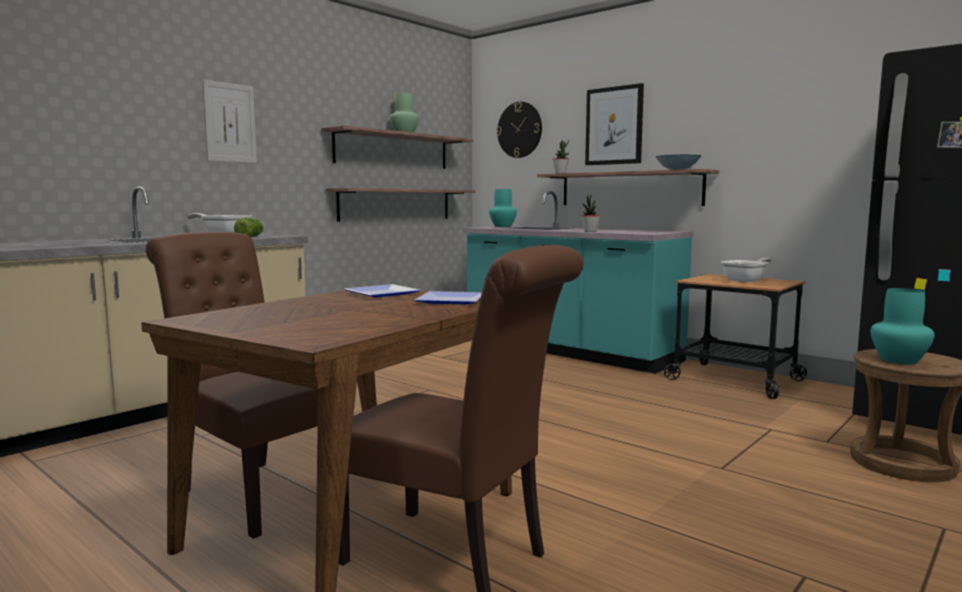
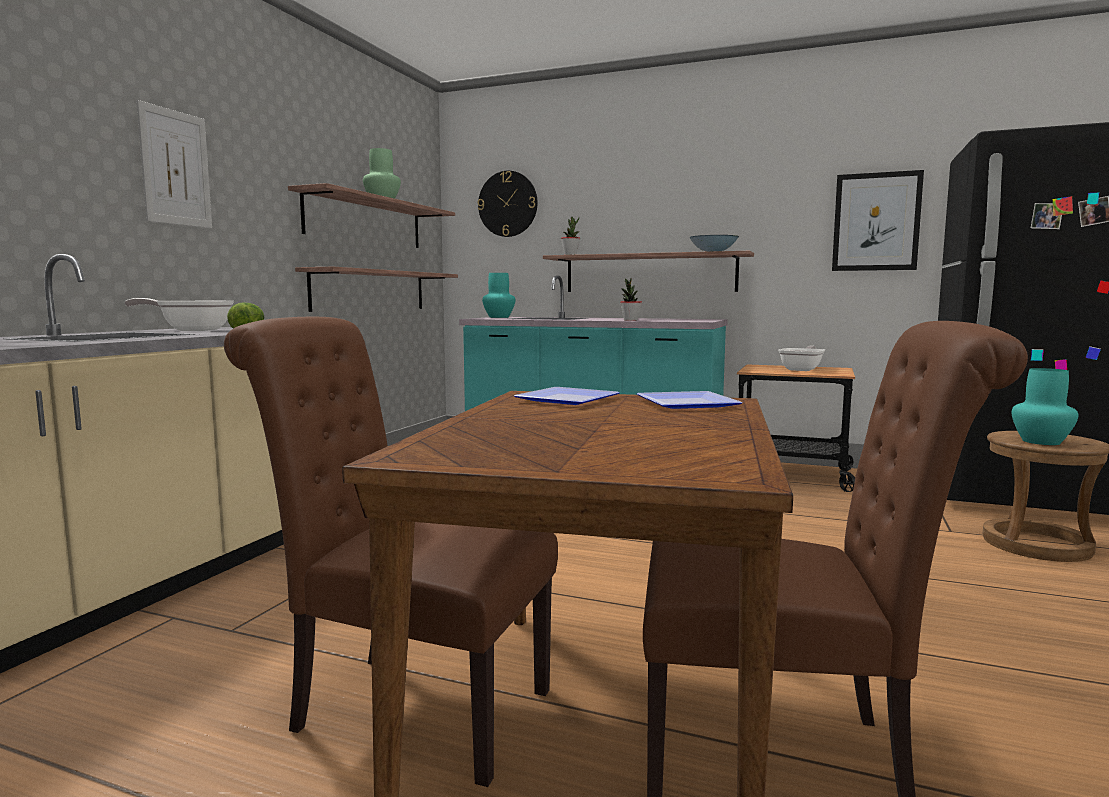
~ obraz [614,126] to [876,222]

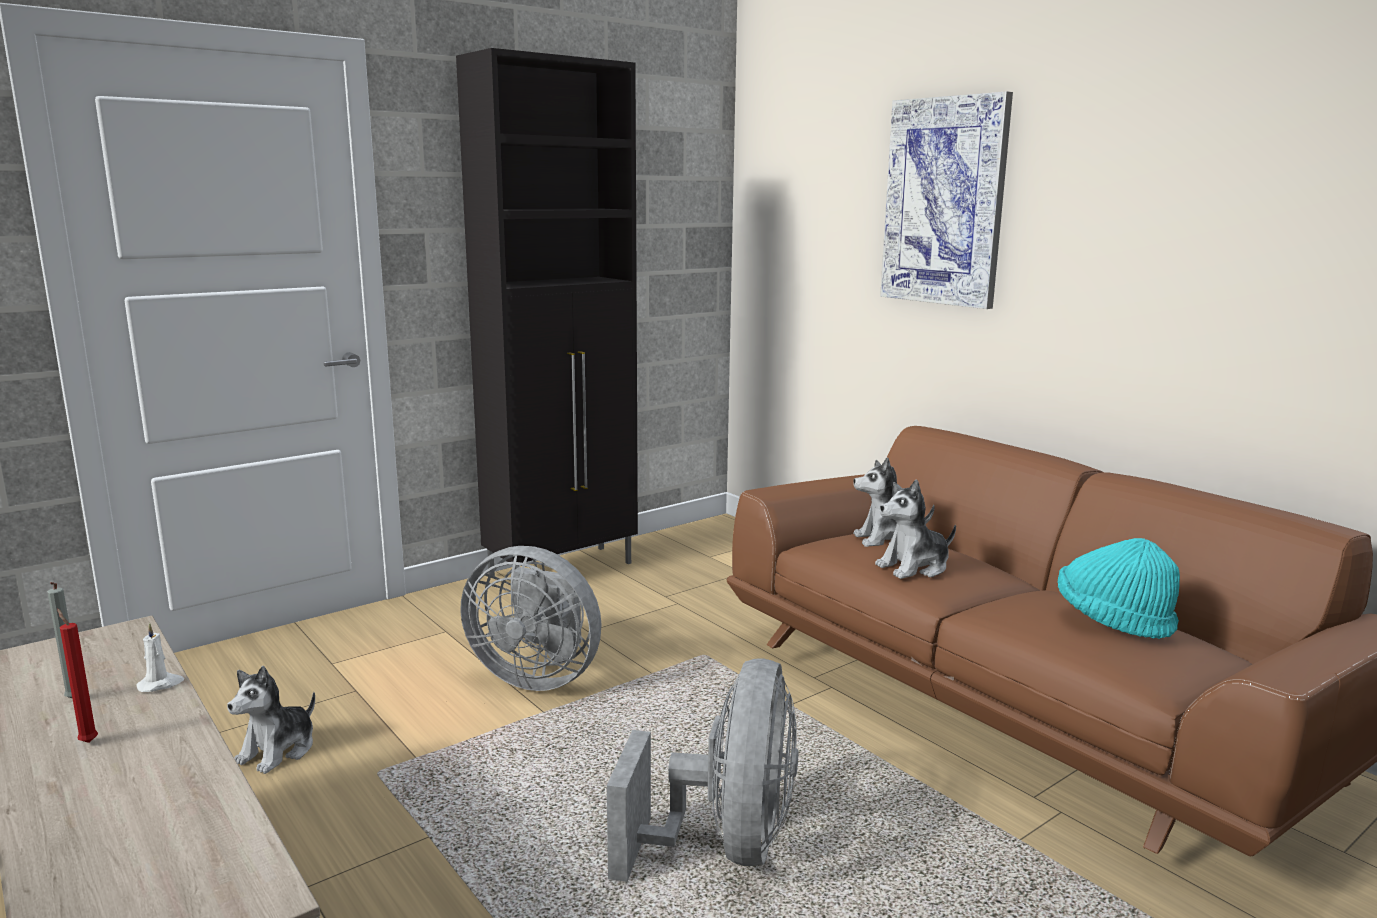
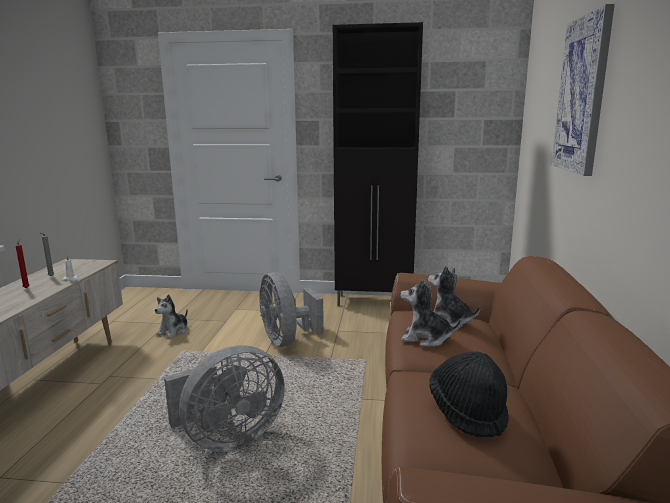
~ kapelusz/turkusowy [1112,621] to kapelusz/czarny [468,412]
~ pluszak [278,751] = [174,331] 45 degrees counterclockwise

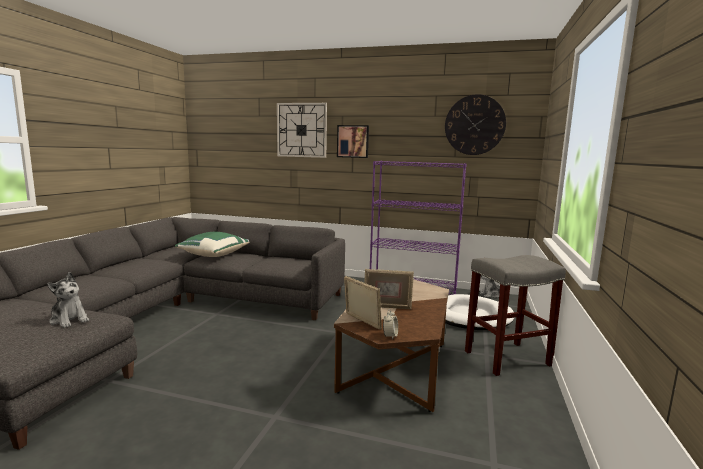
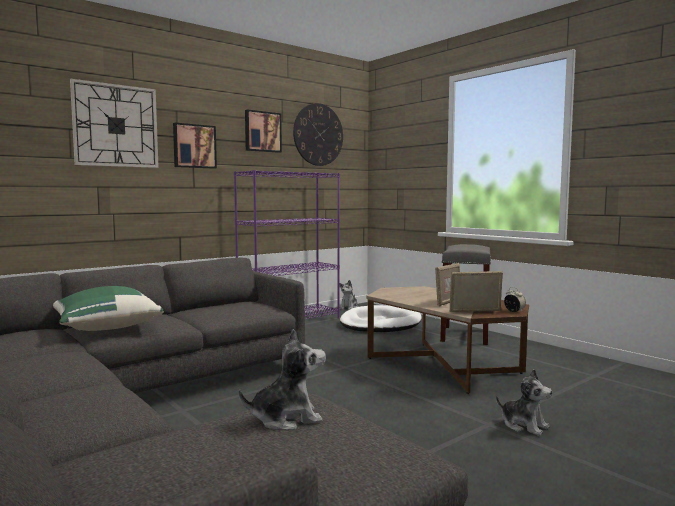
+ obraz [262,131]
+ pluszak [524,425]

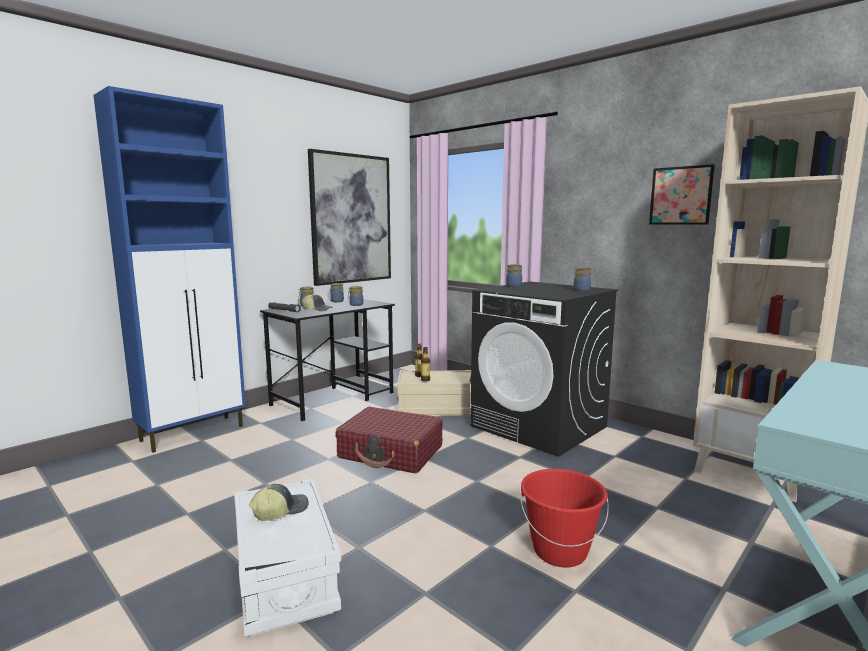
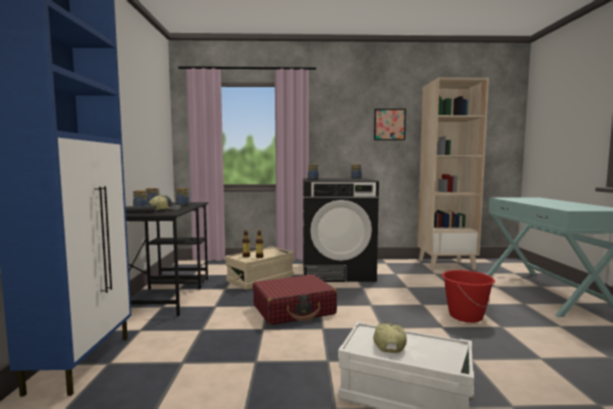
- obraz [351,219]

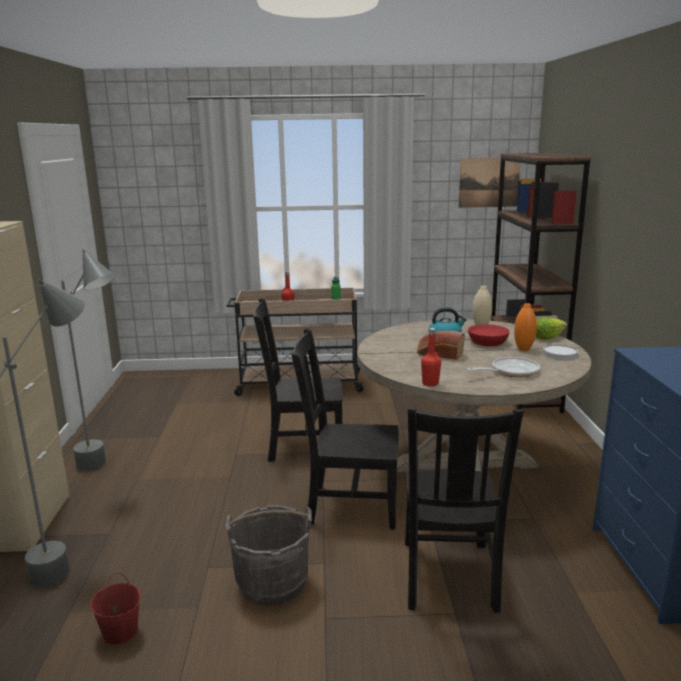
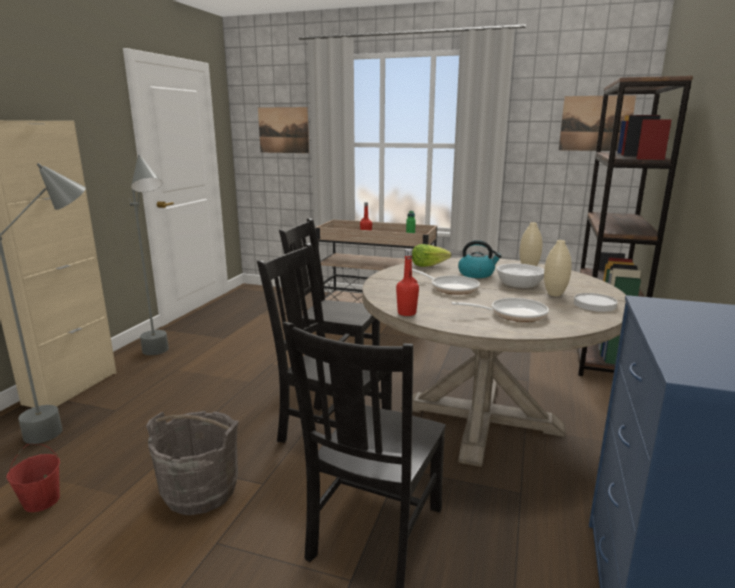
+ obraz [283,130]
~ sałata [547,337] to [428,265]
~ chleb [439,354] to patelnia [451,288]
~ miska/czerwony [487,342] to miska/biały [519,283]
~ wazon/pomarańczowy [523,349] to wazon/beżowy [554,294]

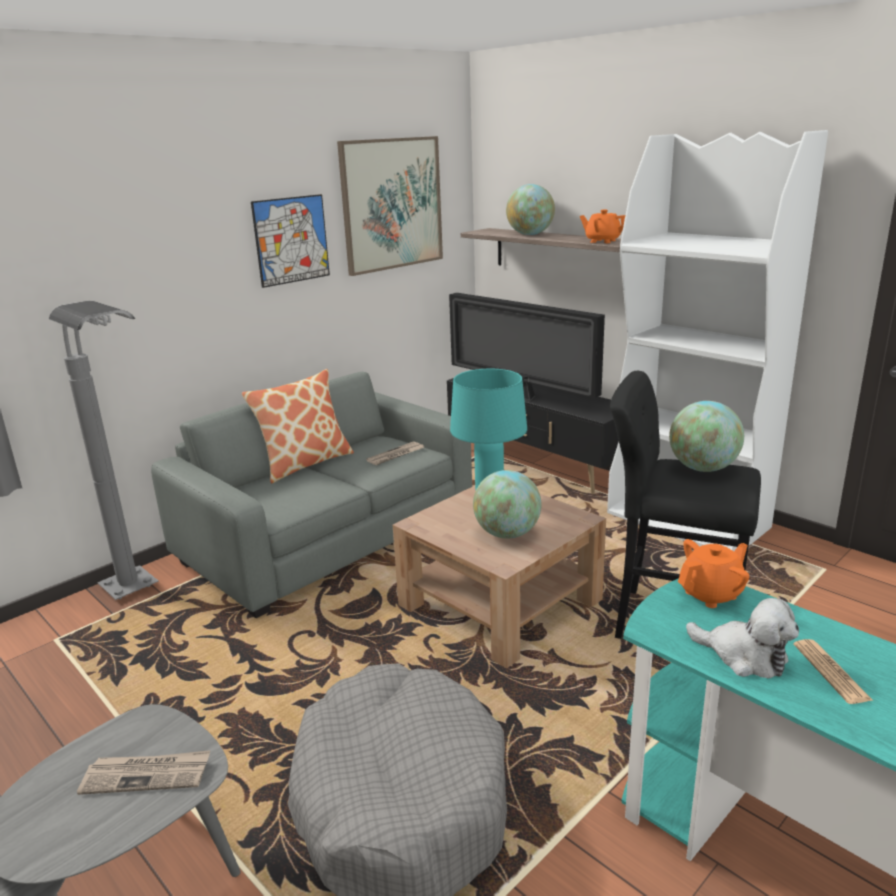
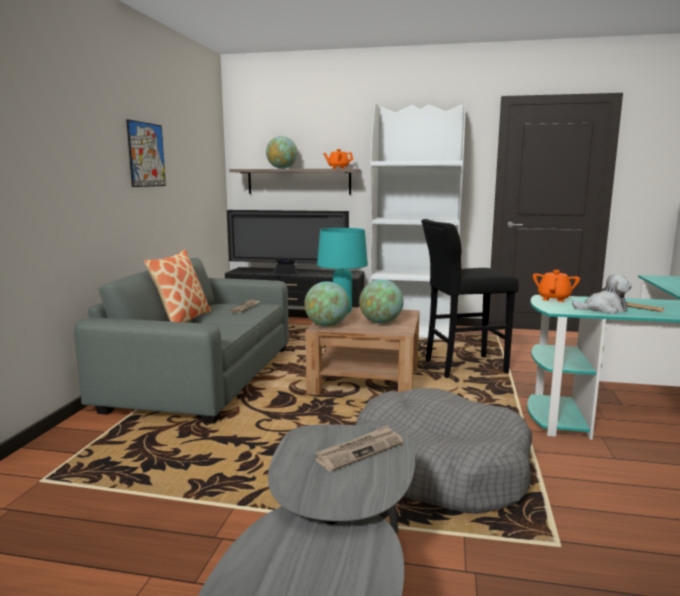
- lampa stojąca/szary [144,598]
- obraz [392,204]
~ globus [703,468] to [327,325]

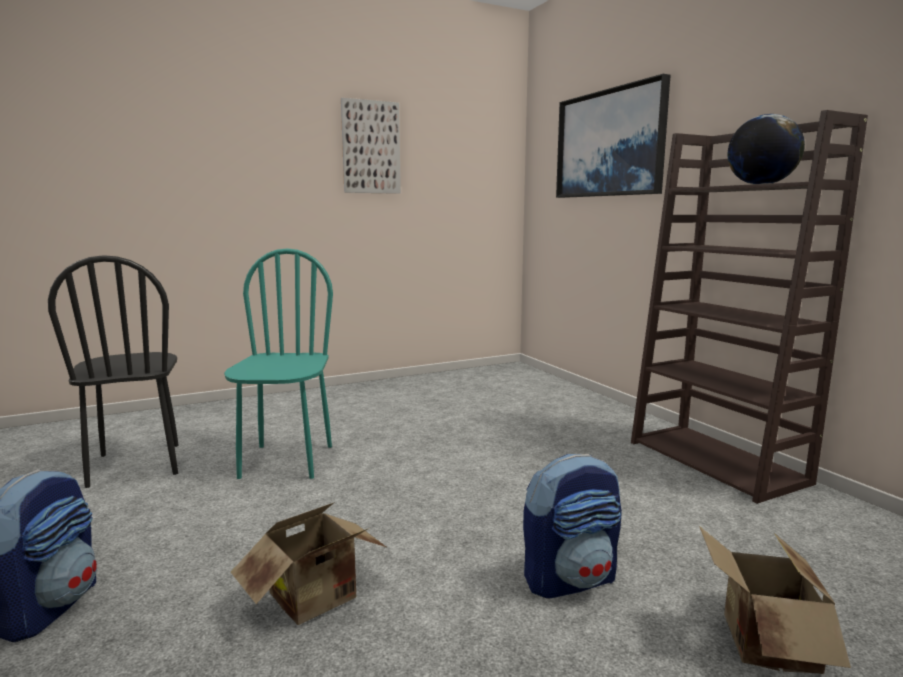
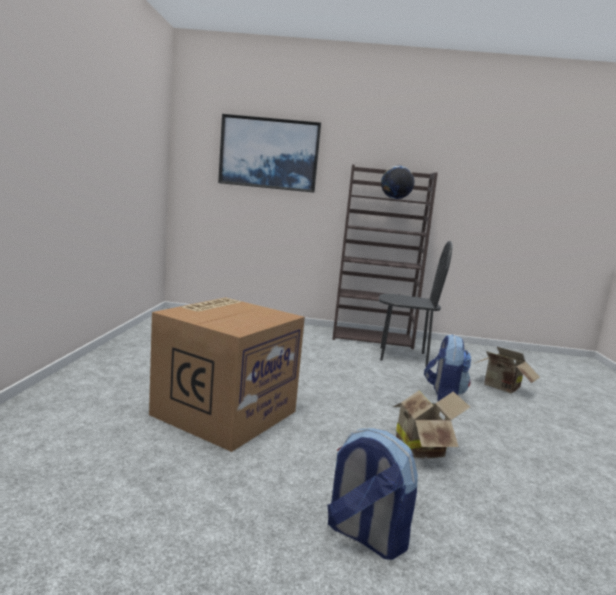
- obraz [371,147]
~ krzesło/czarny [136,464] to [403,357]
~ krzesło/turkusowy [286,461] to karton [224,412]

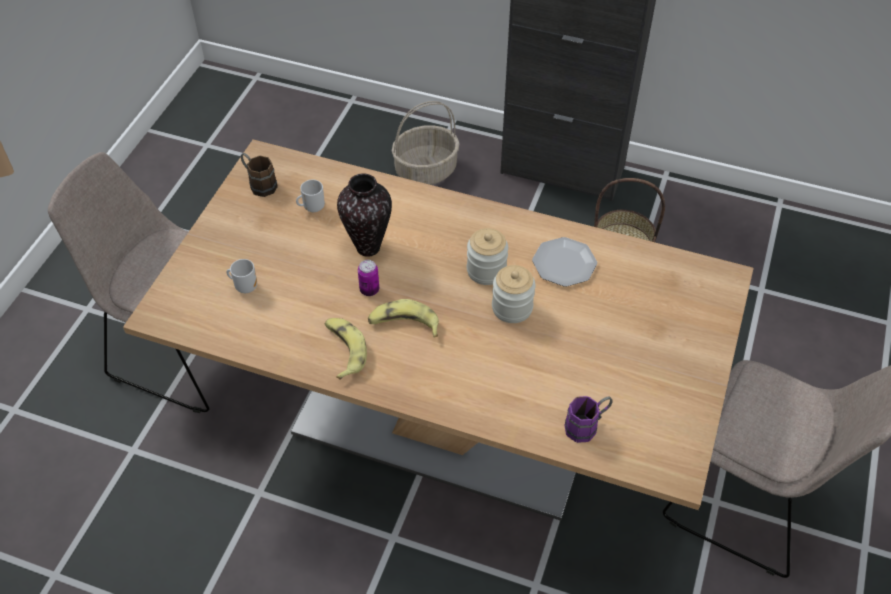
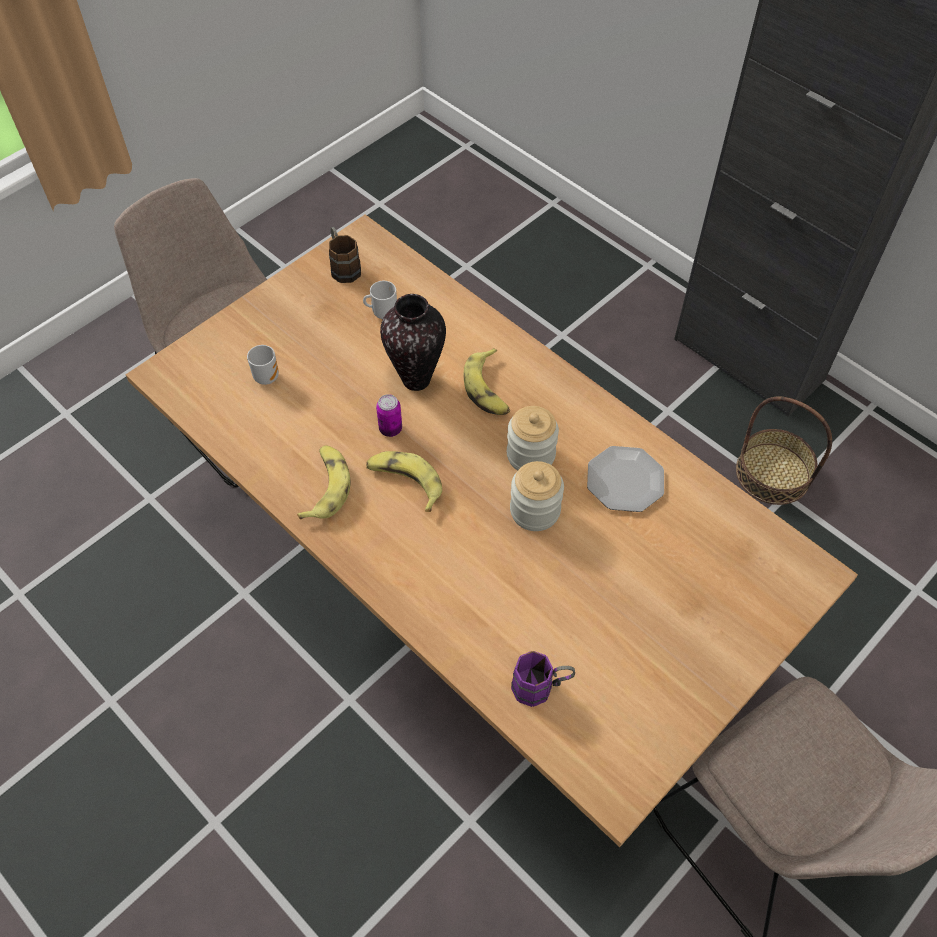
- koszyk [426,170]
+ banan [488,389]

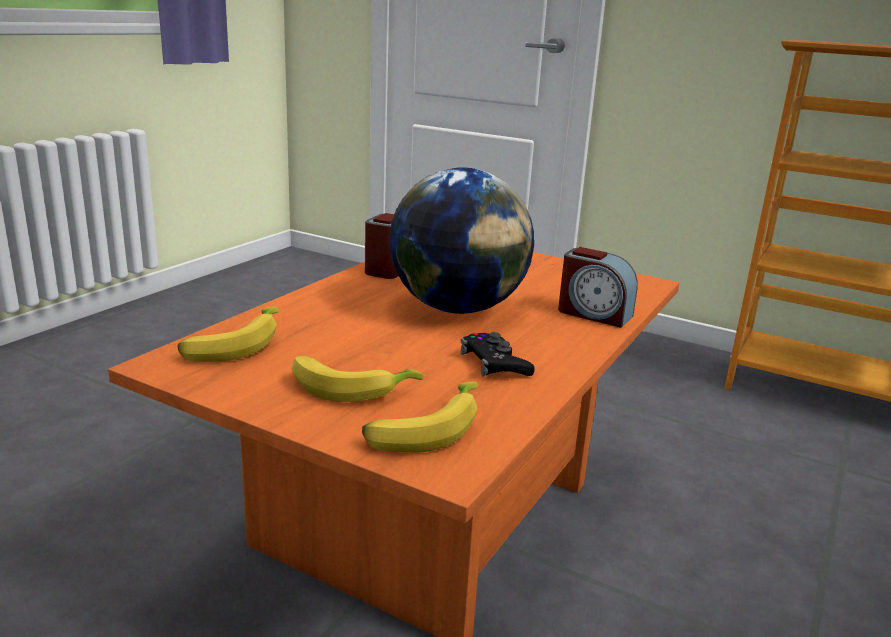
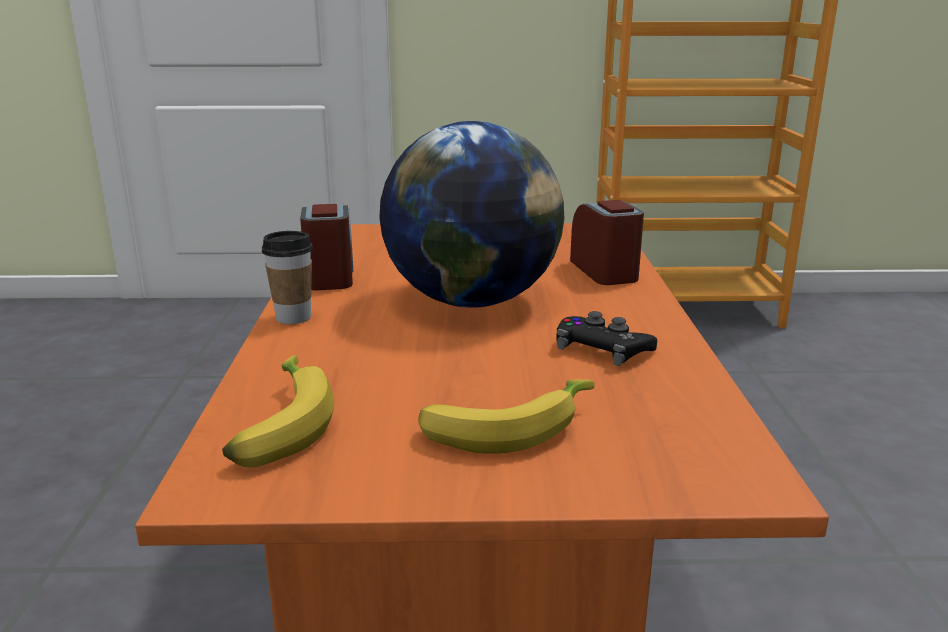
- banan [424,429]
+ filiżanka [293,317]
~ budzik [594,314] = [605,271] 105 degrees counterclockwise

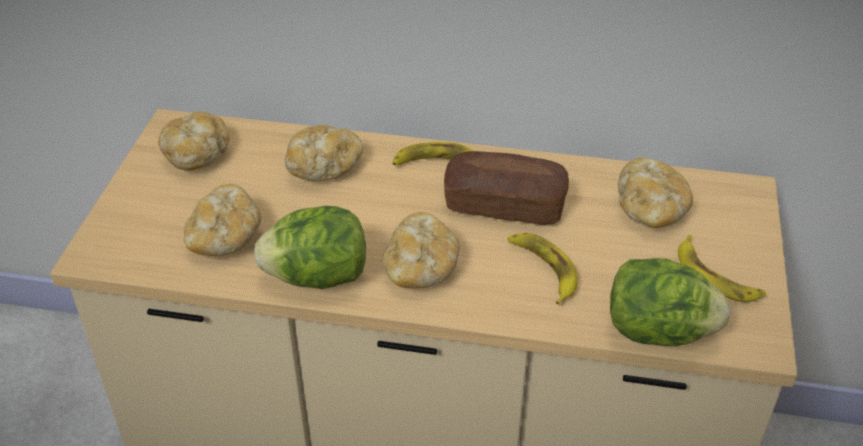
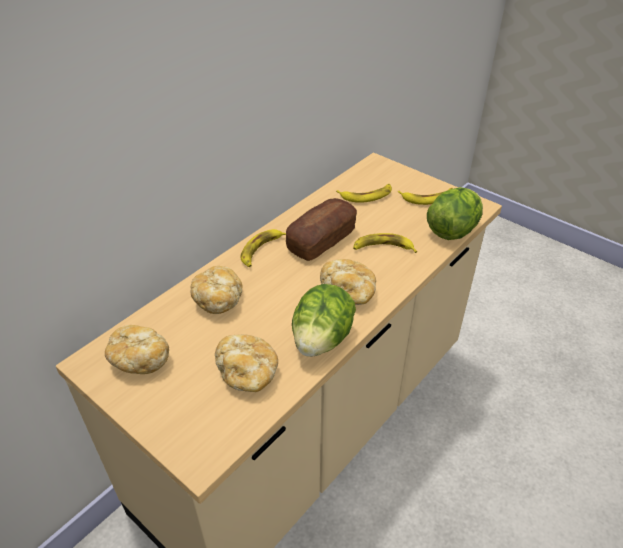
~ chleb [650,210] to banan [366,195]

